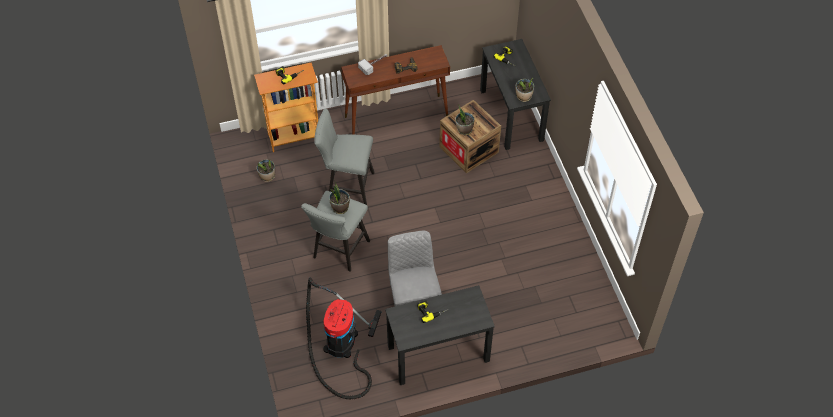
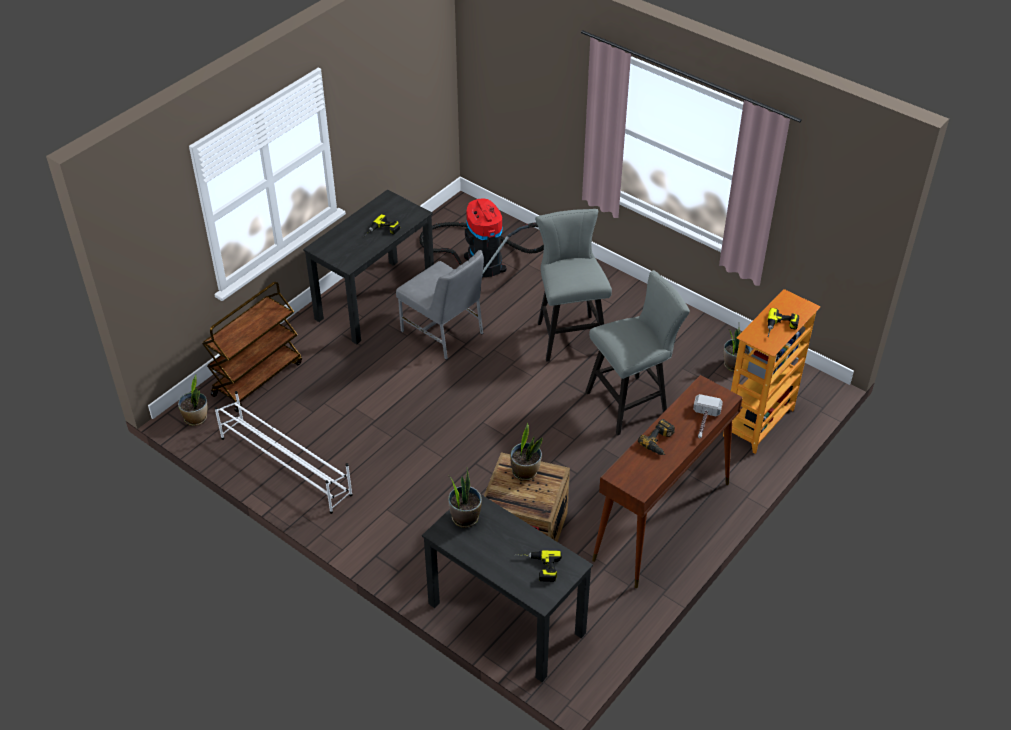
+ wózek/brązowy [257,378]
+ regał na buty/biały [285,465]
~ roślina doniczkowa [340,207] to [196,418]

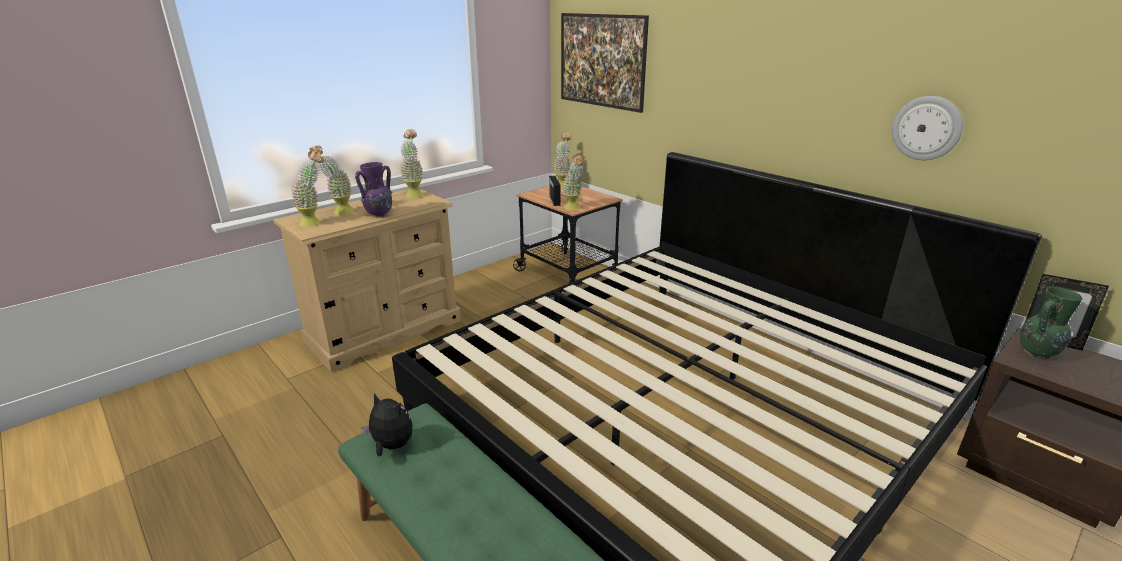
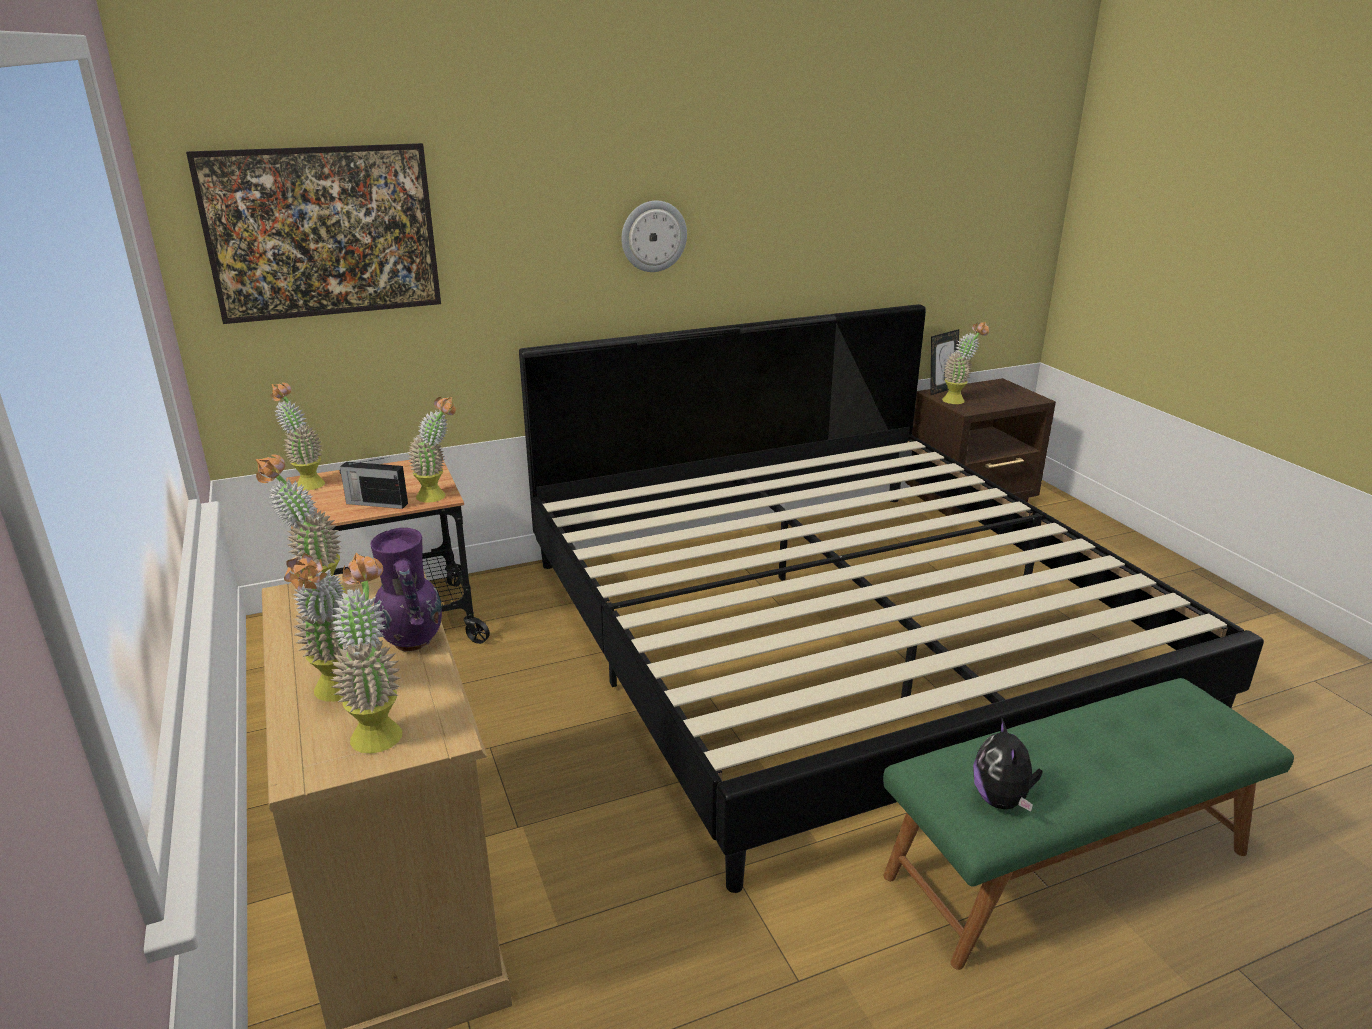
~ zegar ścienny [926,128] to [653,236]
~ wazon/zielony [1037,354] to roślina doniczkowa [959,400]
~ pluszak [391,446] = [1002,800] 45 degrees counterclockwise

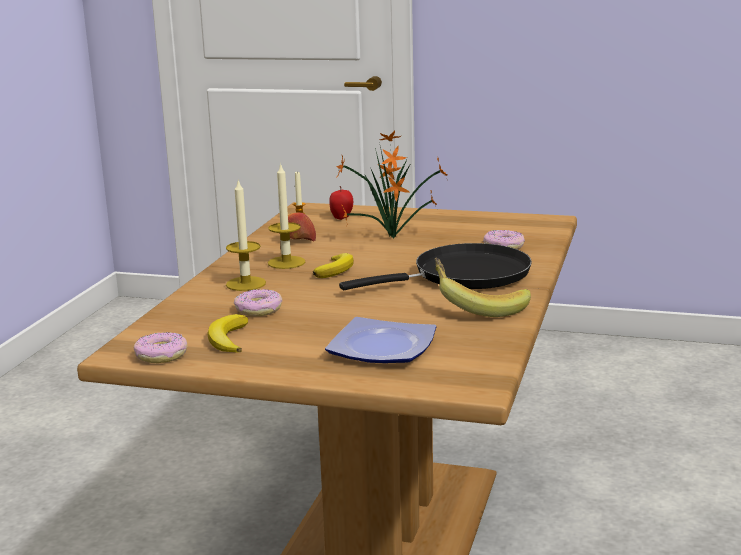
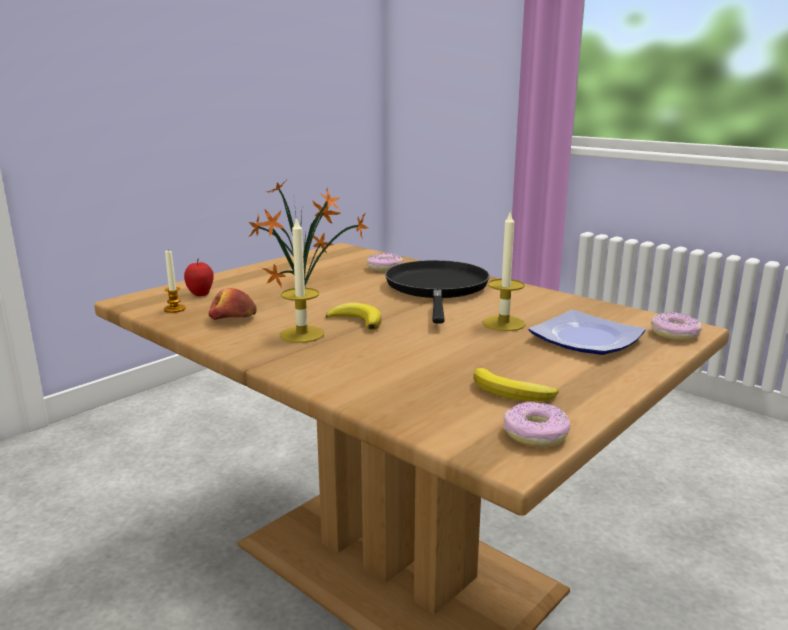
- banan [478,307]
~ świeca [246,284] to [503,323]
~ donut [259,310] to [674,334]

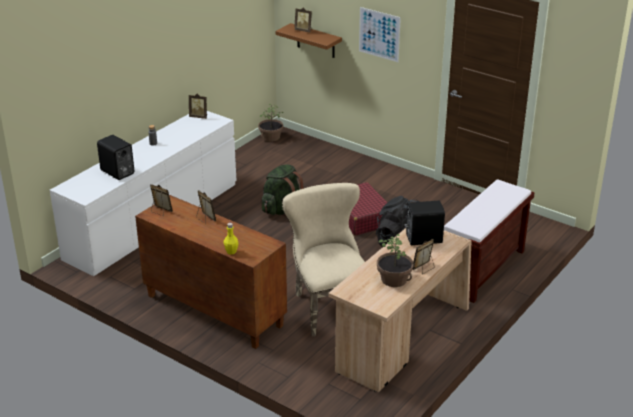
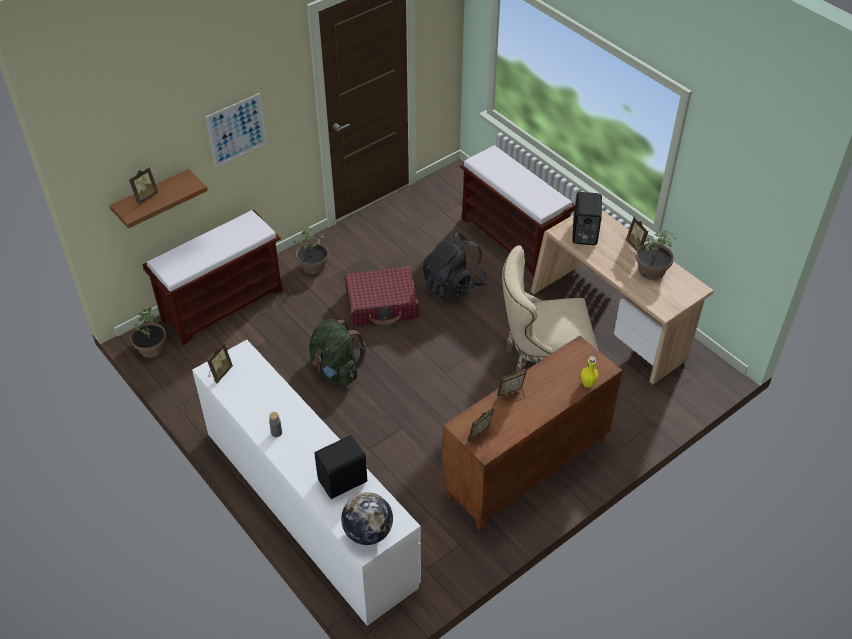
+ ławka/brązowy [223,304]
+ roślina doniczkowa [313,266]
+ globus [368,532]

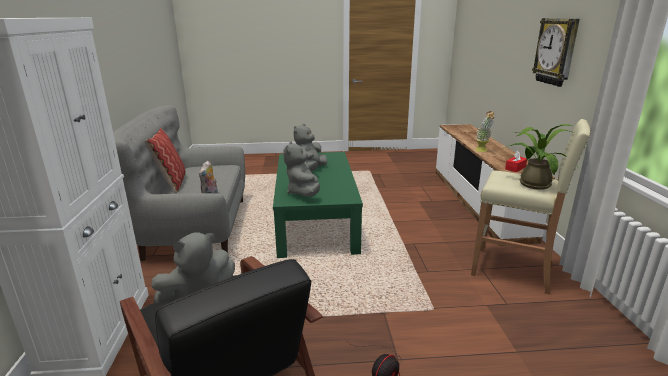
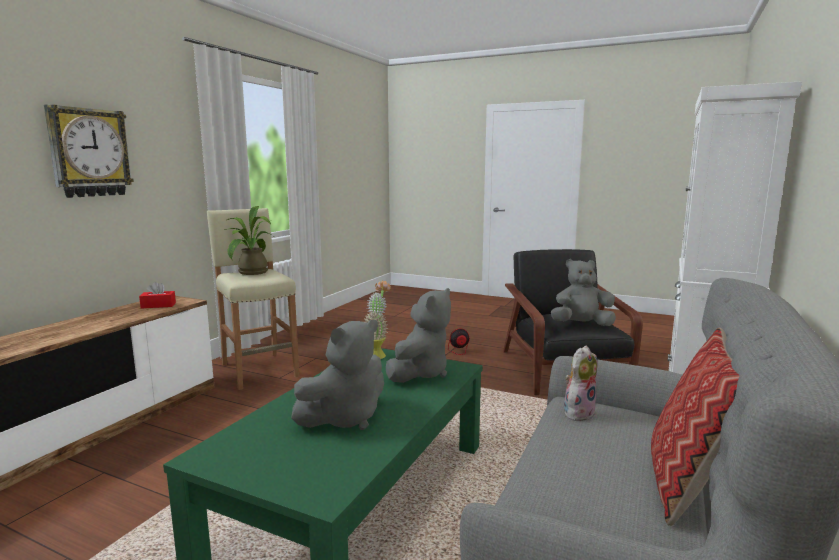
~ roślina doniczkowa [482,151] to [377,354]

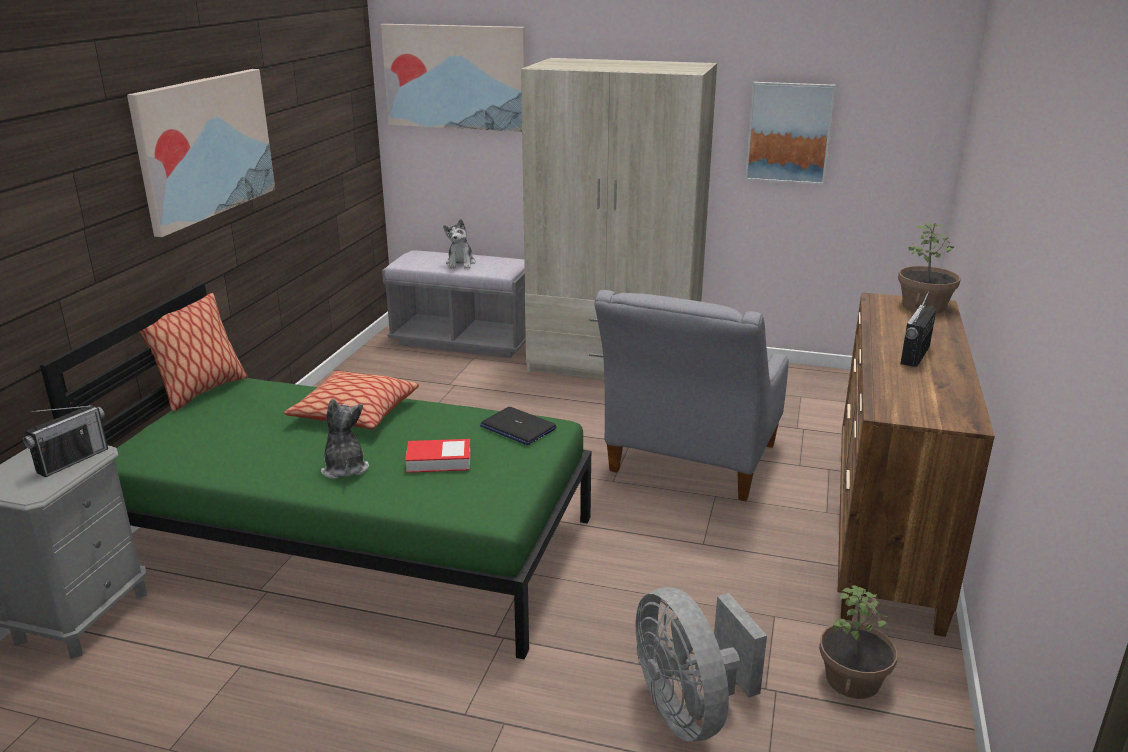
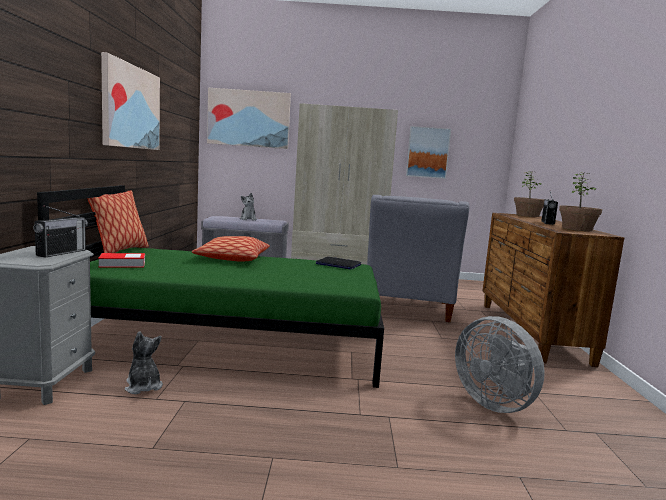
~ pluszak [344,468] to [143,387]
~ książka [439,461] to [122,264]
~ roślina doniczkowa [853,680] to [577,229]

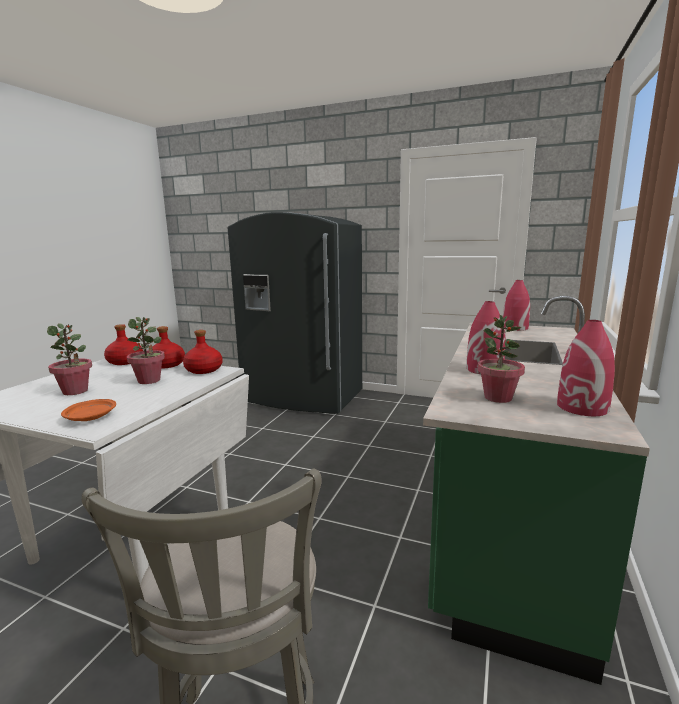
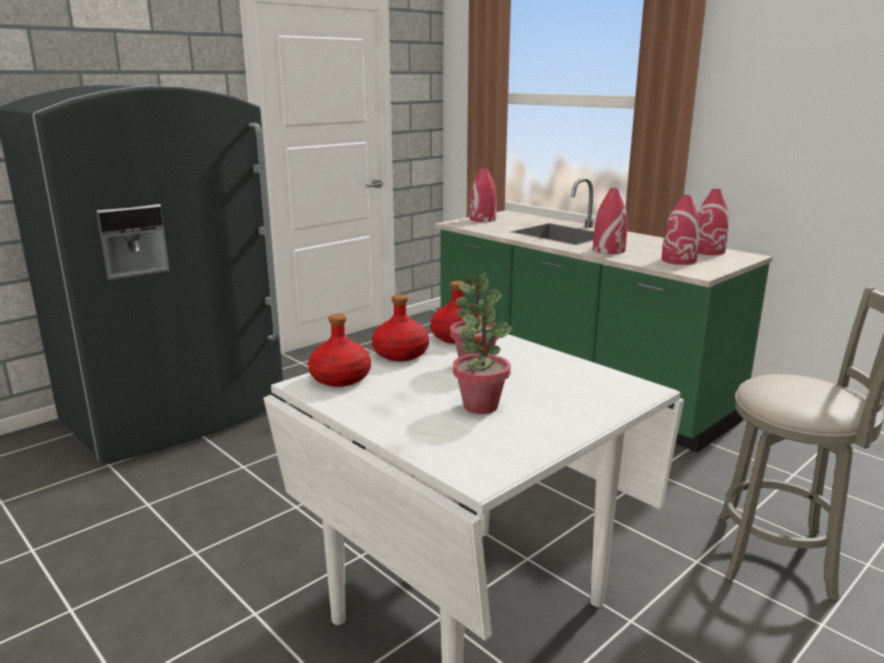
- talerz/pomarańczowy [91,417]
~ roślina doniczkowa [498,398] to wazon/czerwony [679,260]

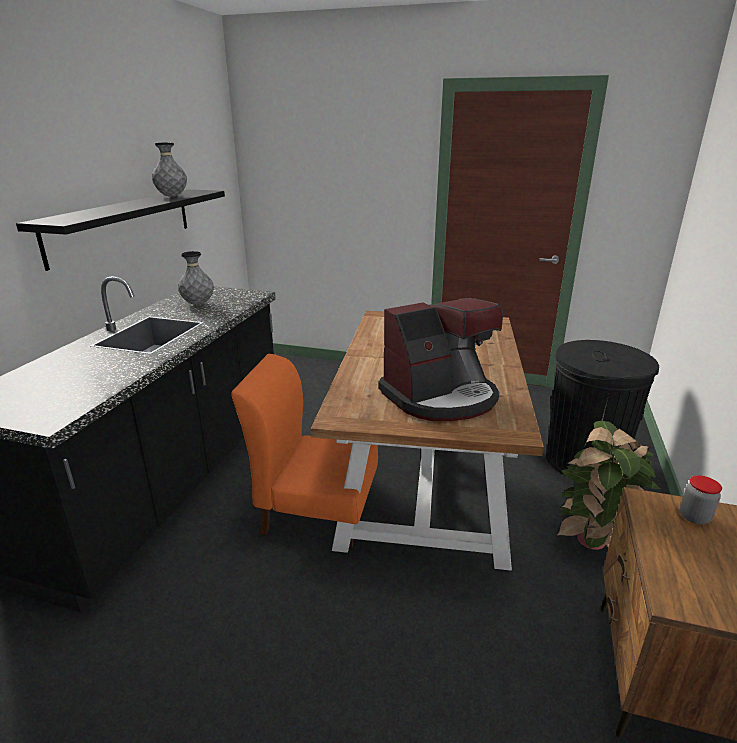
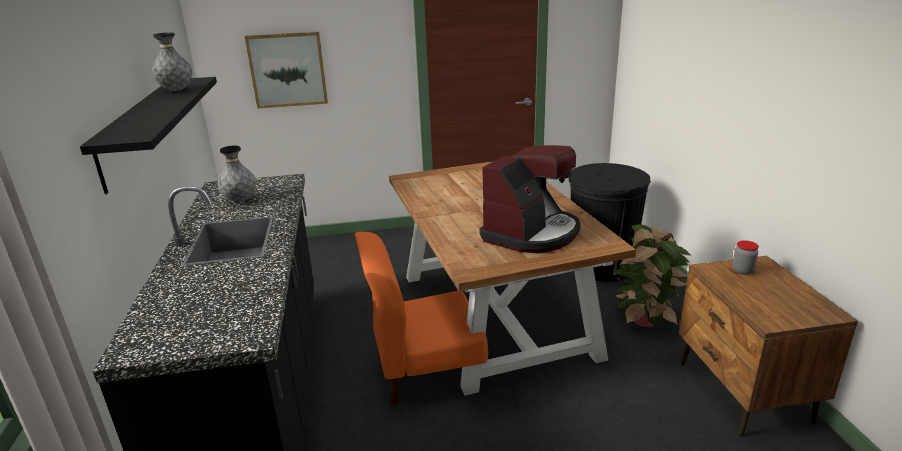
+ obraz [287,70]

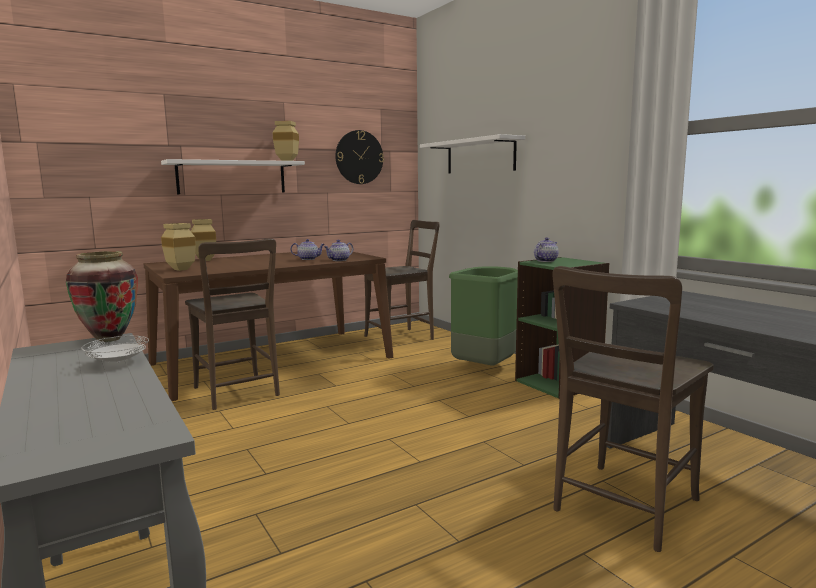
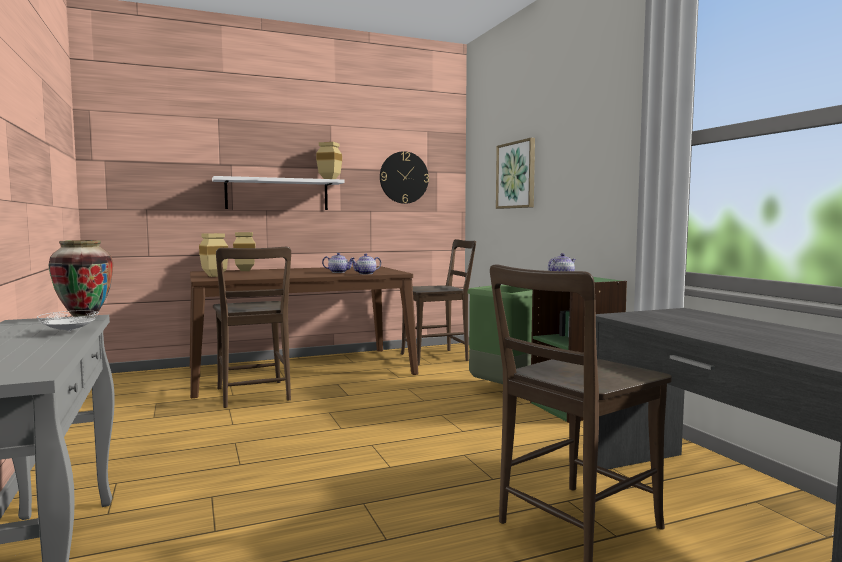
~ półka/biały [480,156] to obraz [516,175]

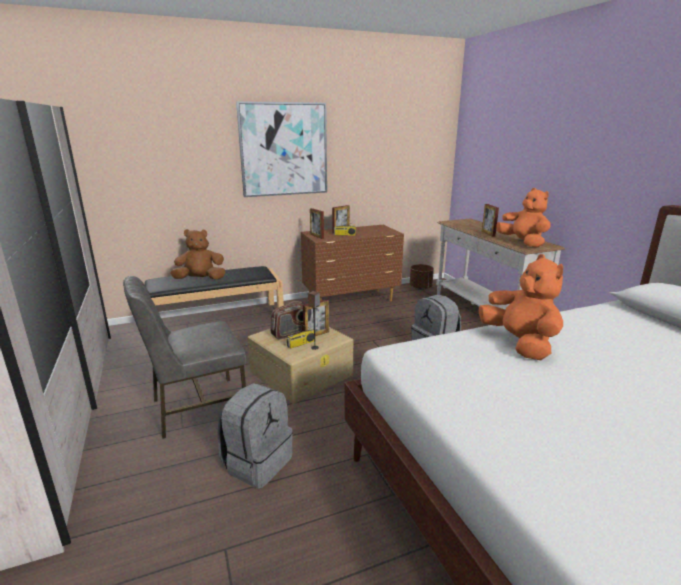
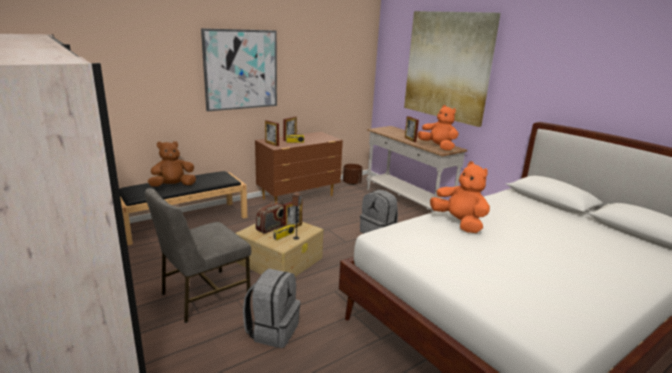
+ obraz [447,66]

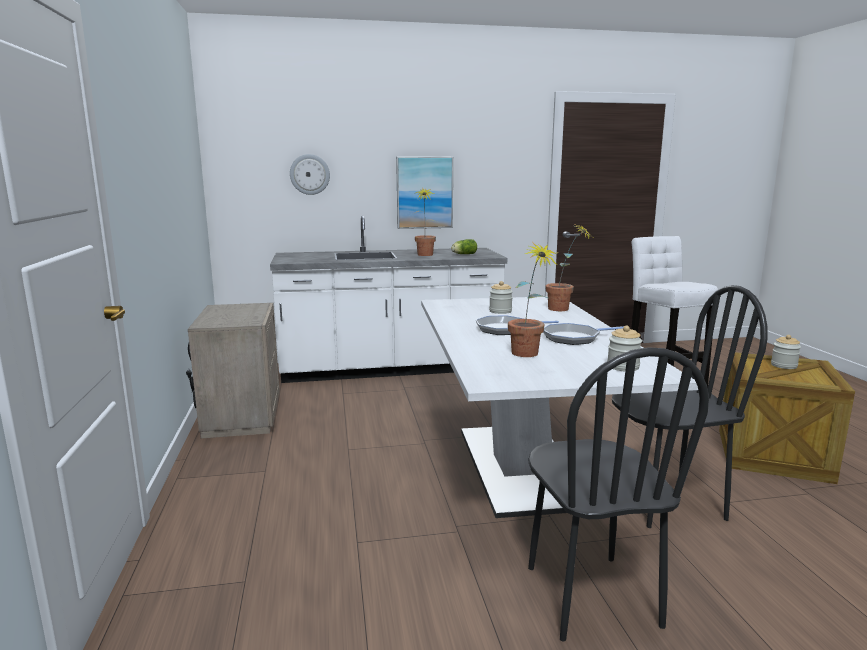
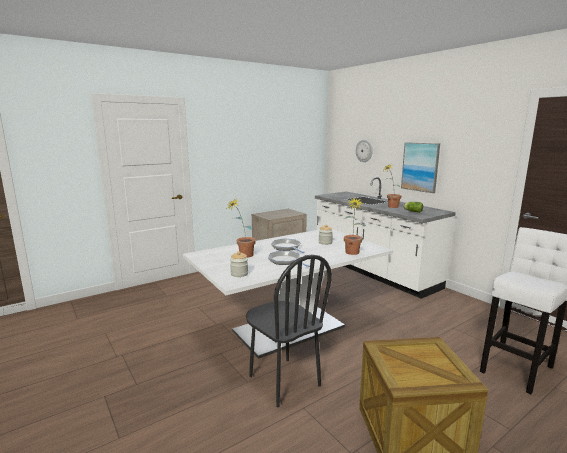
- krzesło/czarny [590,596]
- słoik [784,365]

